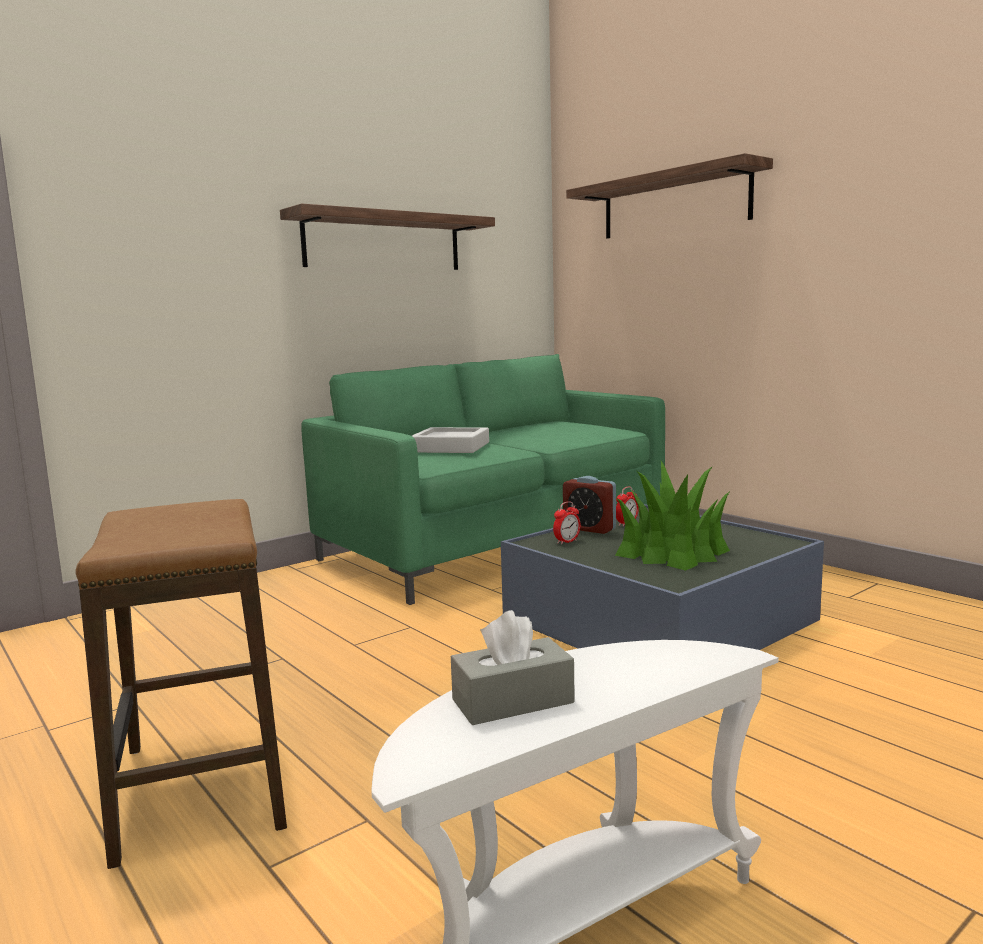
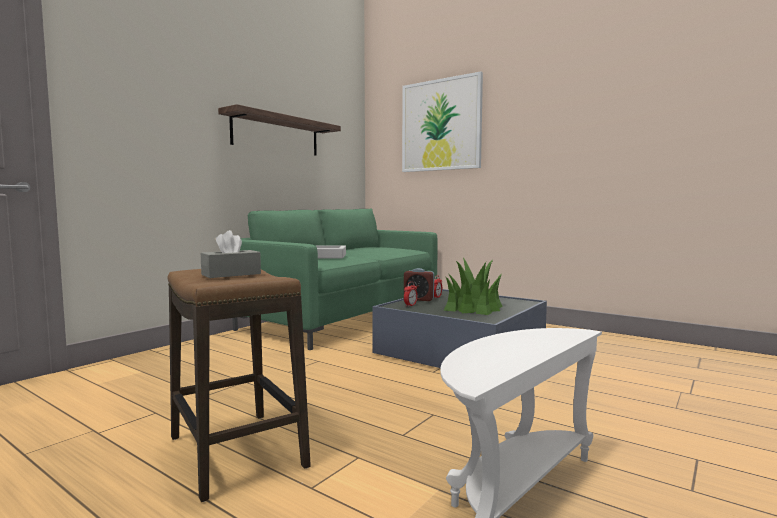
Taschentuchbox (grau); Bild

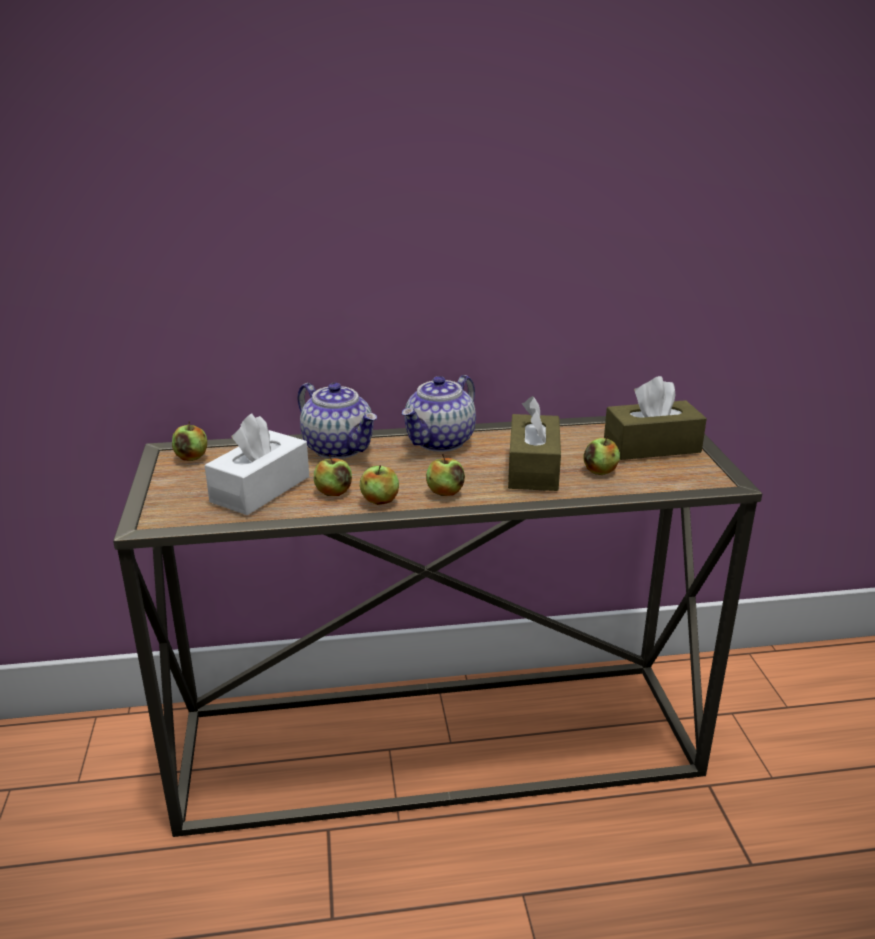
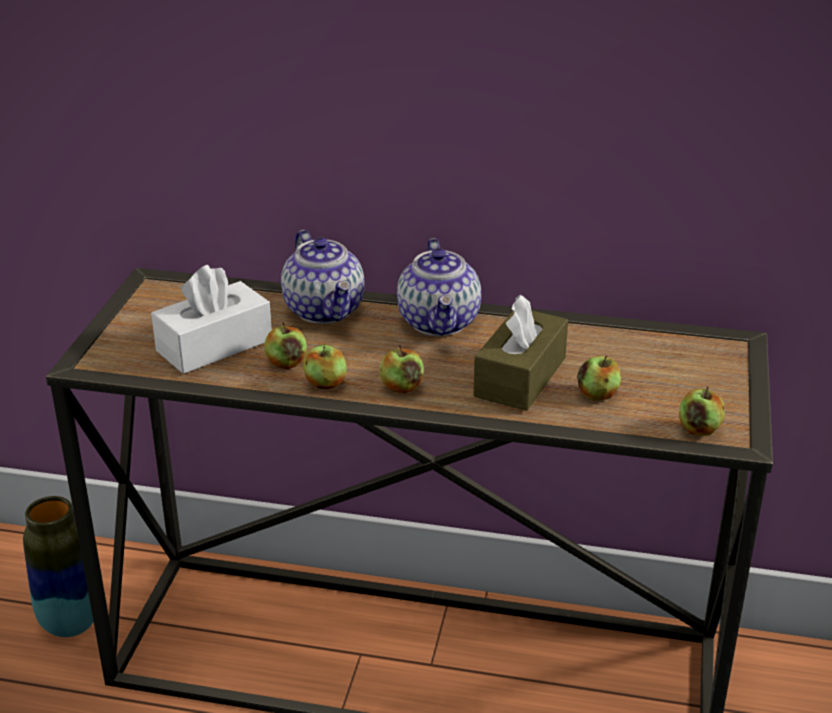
Apfel (5th from left); Teekanne (2nd from left); Taschentuchbox (braun) (2nd from left in the first image); Vase

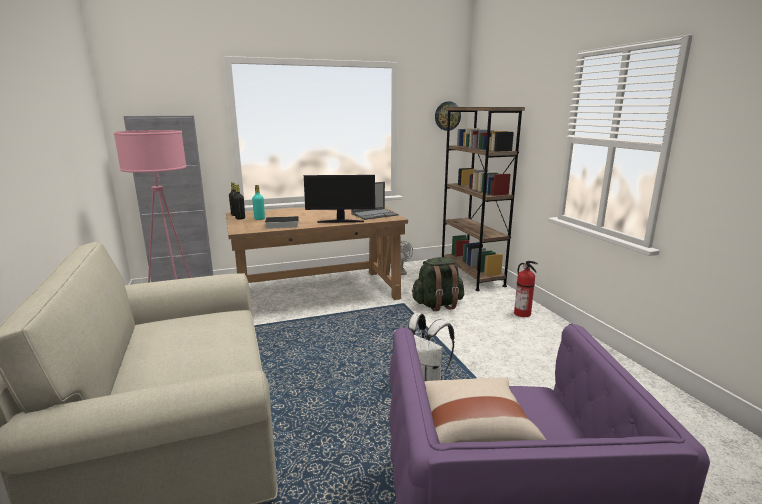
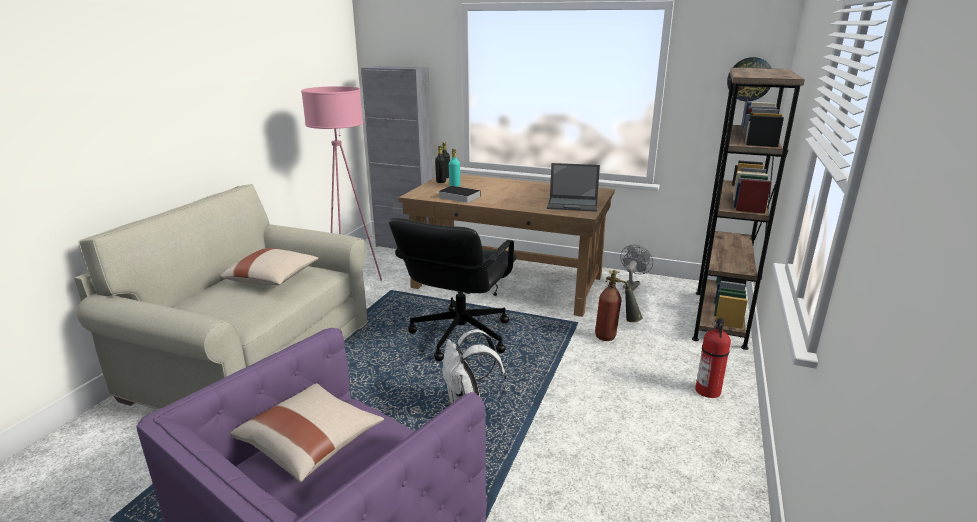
Monitor; Feuerlöscher (1st from left); Kissen (beige) (1st from left); Bürostuhl (schwarz)

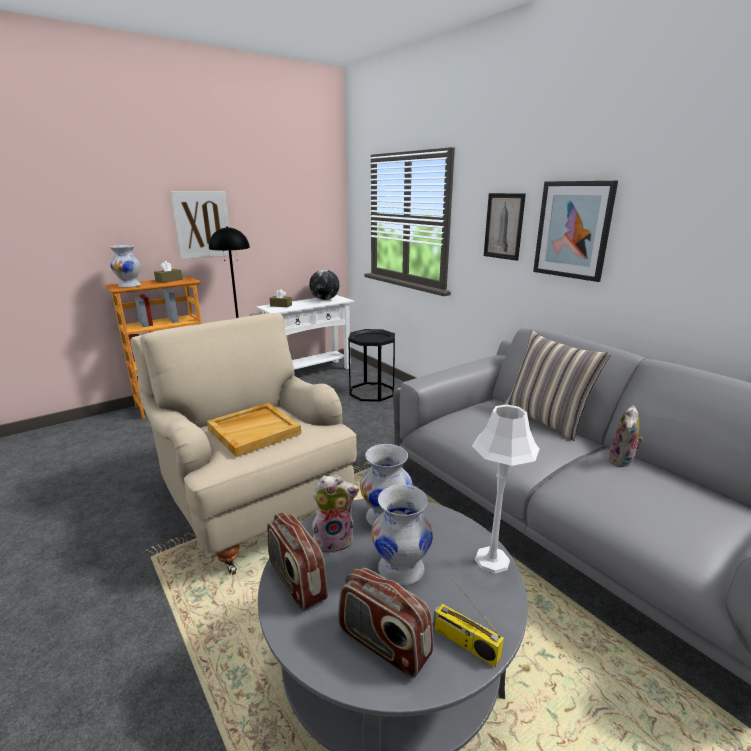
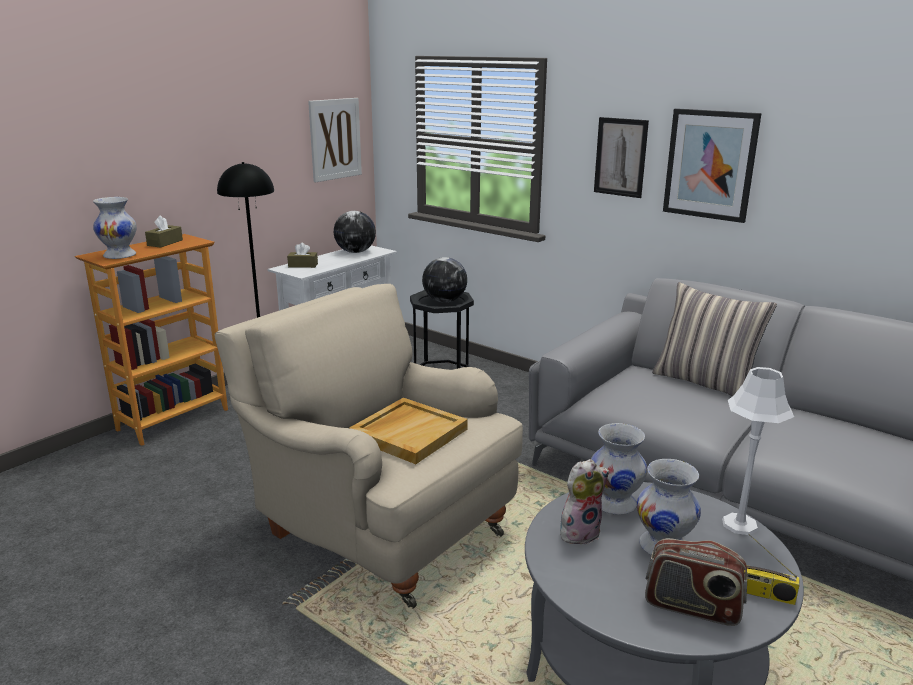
Bild (1st from left); Radio (1st from left in the first image); Plüschtier (2nd from left in the first image); Globus (2nd from left)

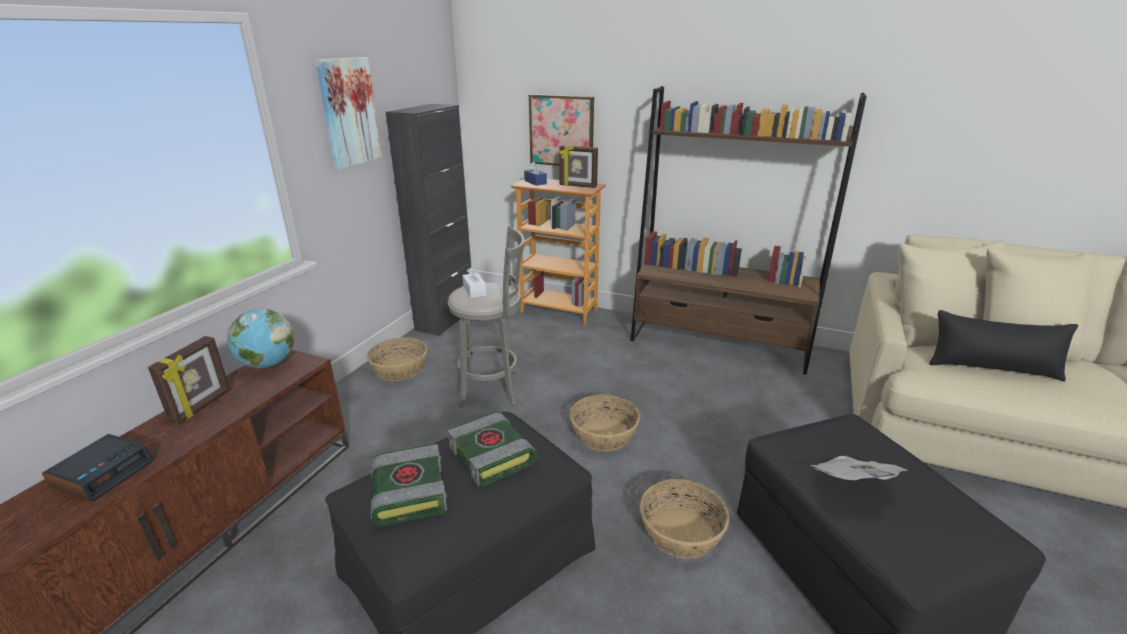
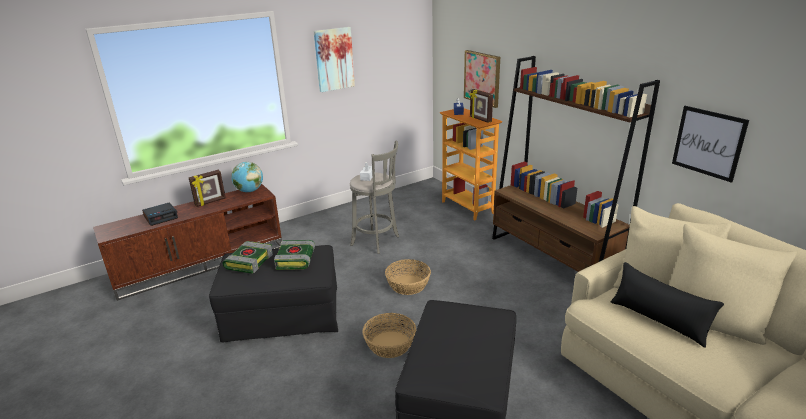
Korb (1st from left in the first image); Schrank (schwarz); Zeitung; Bild (3rd from left)

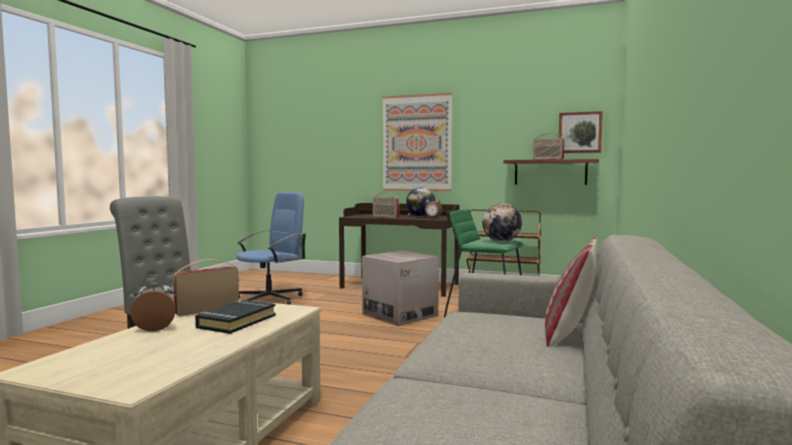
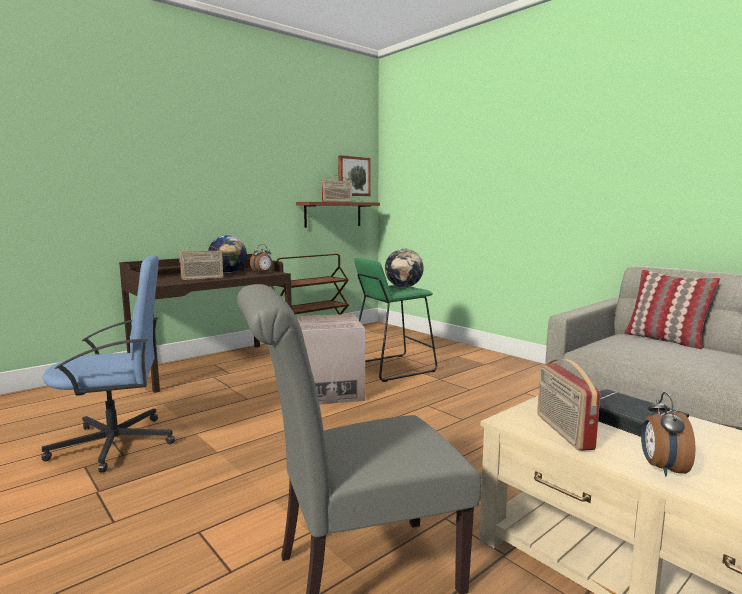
Bürostuhl (blau); Bild (1st from left in the first image)

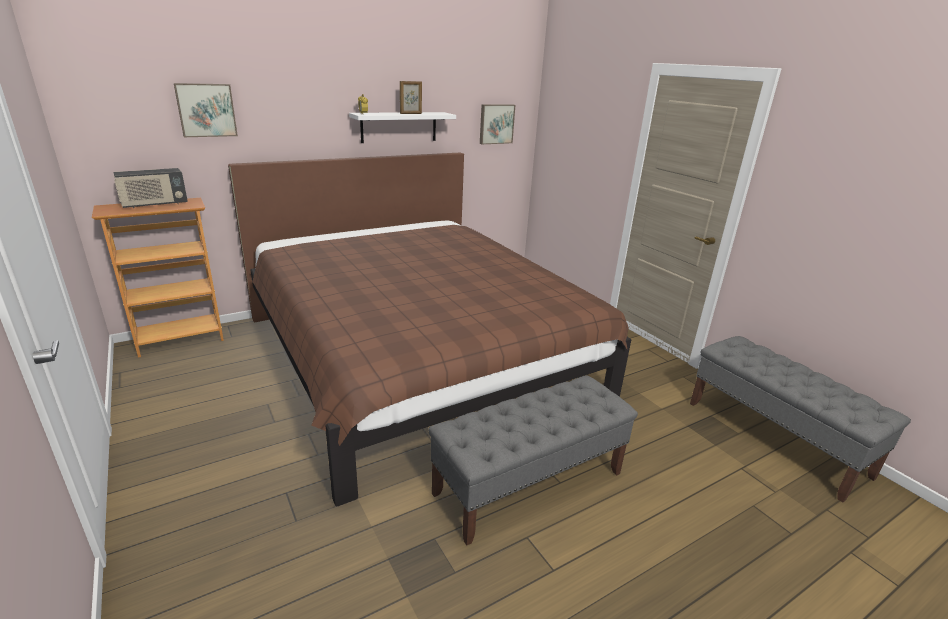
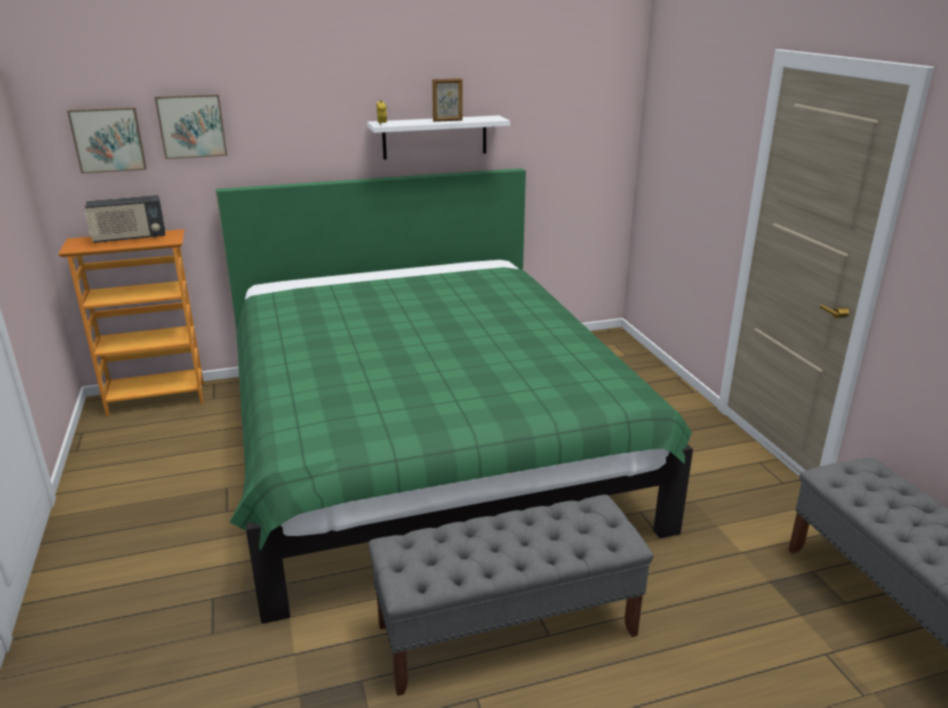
Bett (grün); Bild (1st from left)

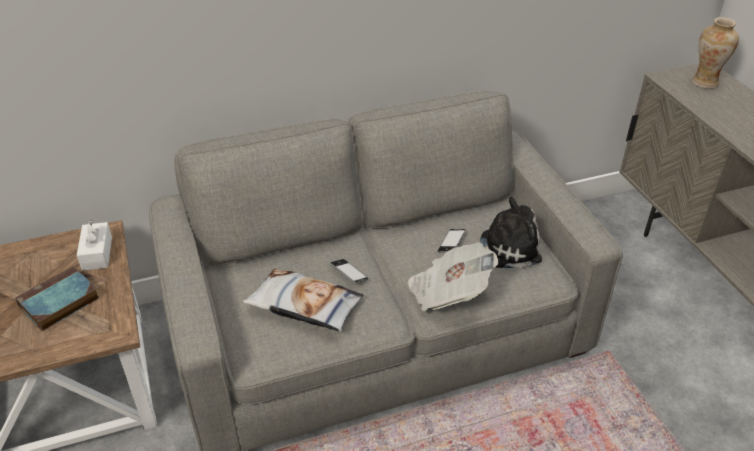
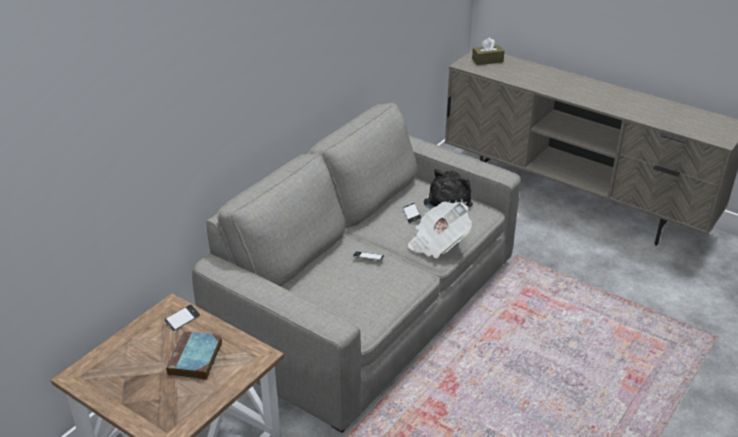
Handy (1st from left); Kissen; Taschentuchbox (braun)

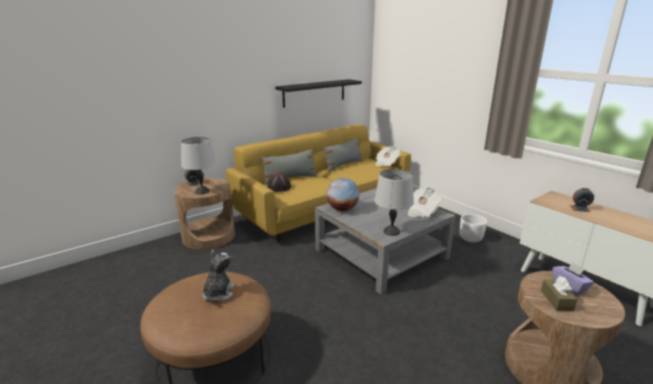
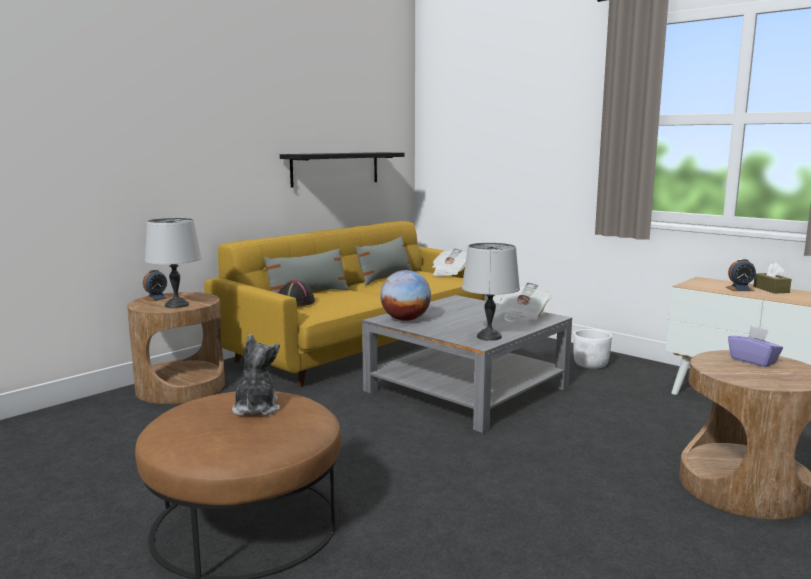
Taschentuchbox (braun)

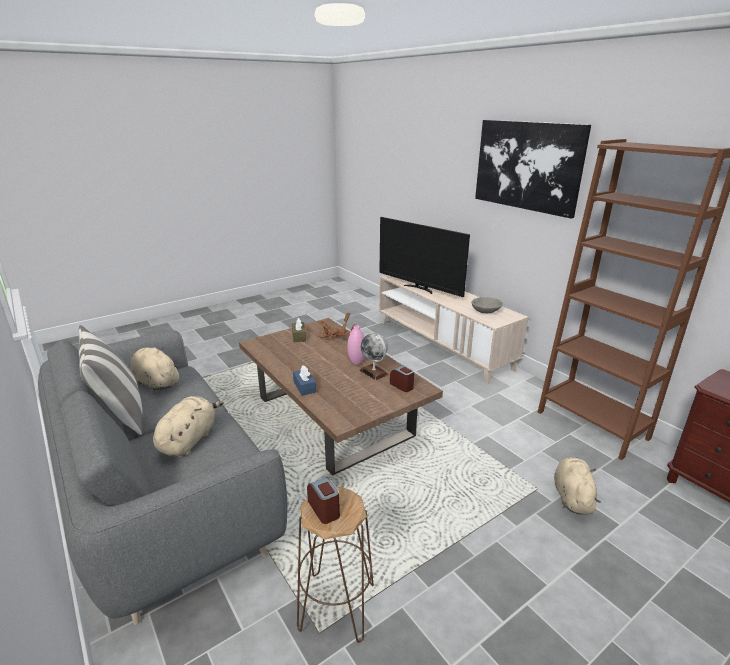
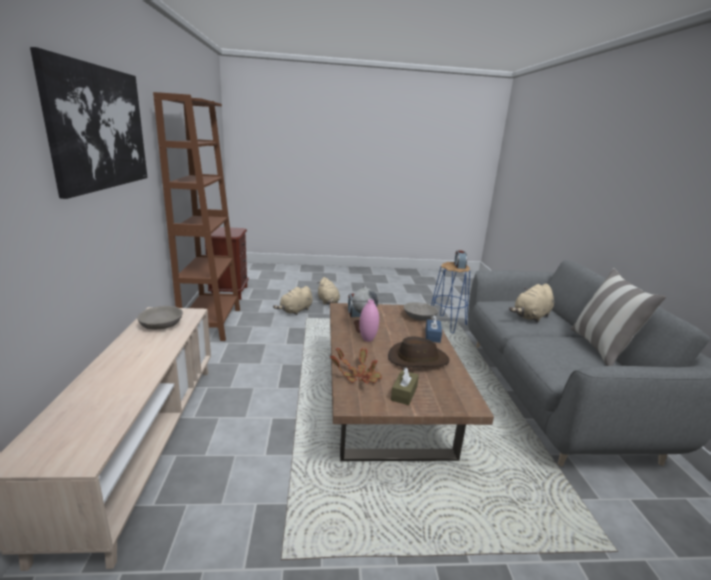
Plüschtier (beige) (2nd from left); Hocker (blau); Fernseher; Hut (braun); Schüssel (grau) (2nd from left)

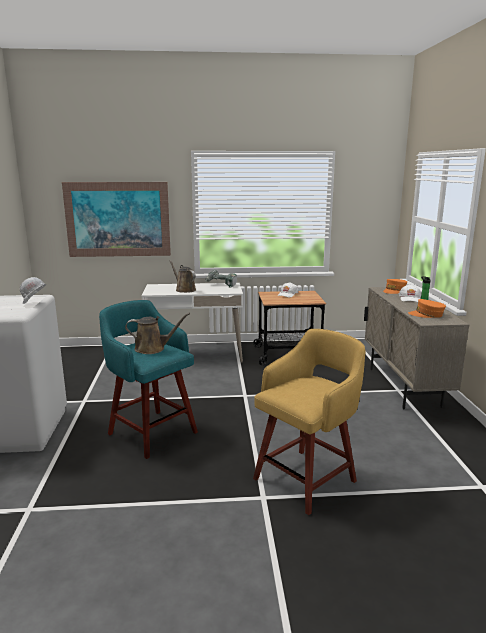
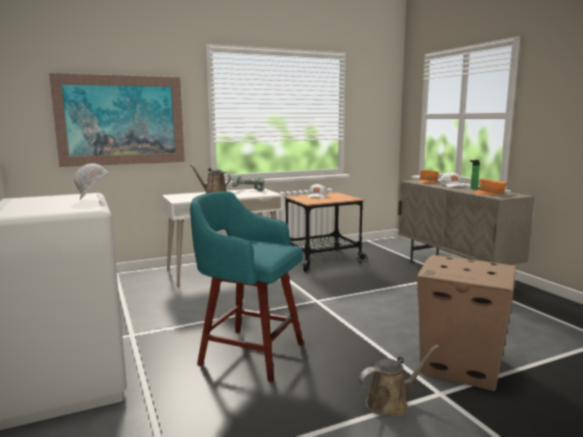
Gießkanne (braun) (2nd from left); Karton

